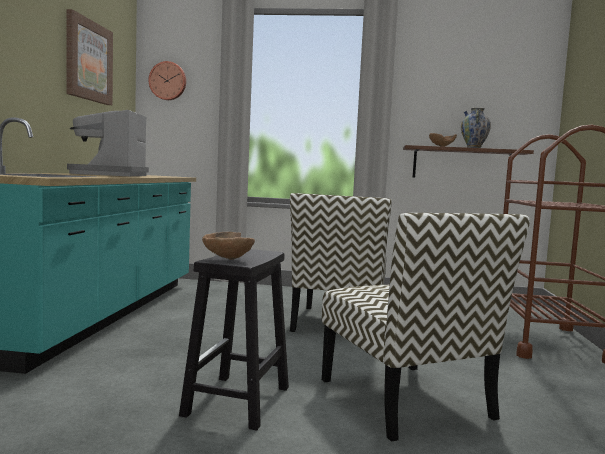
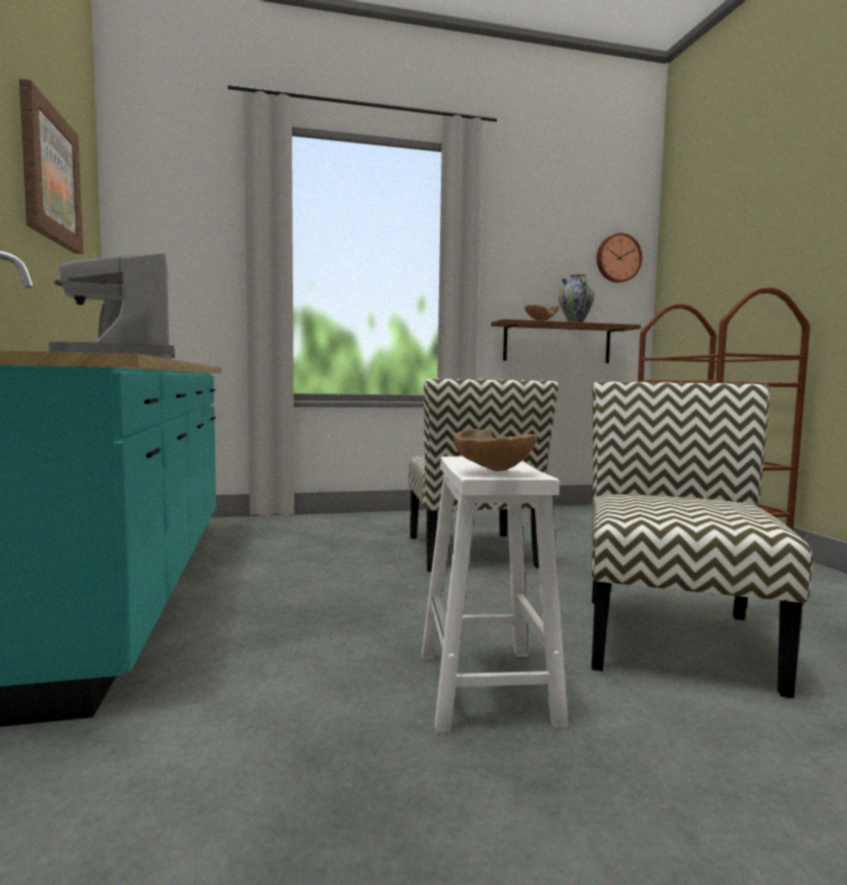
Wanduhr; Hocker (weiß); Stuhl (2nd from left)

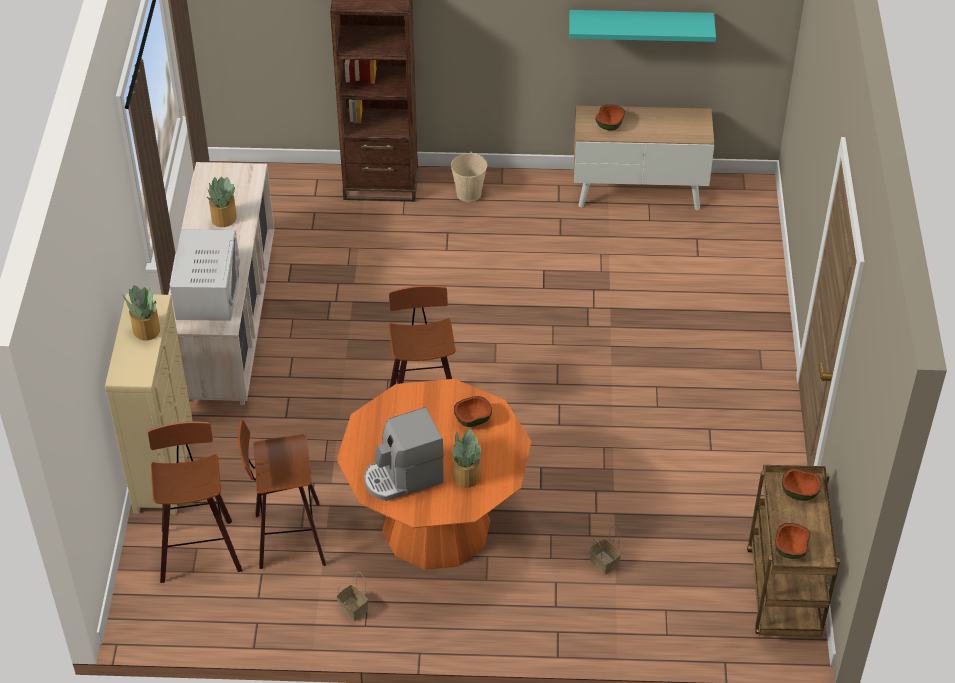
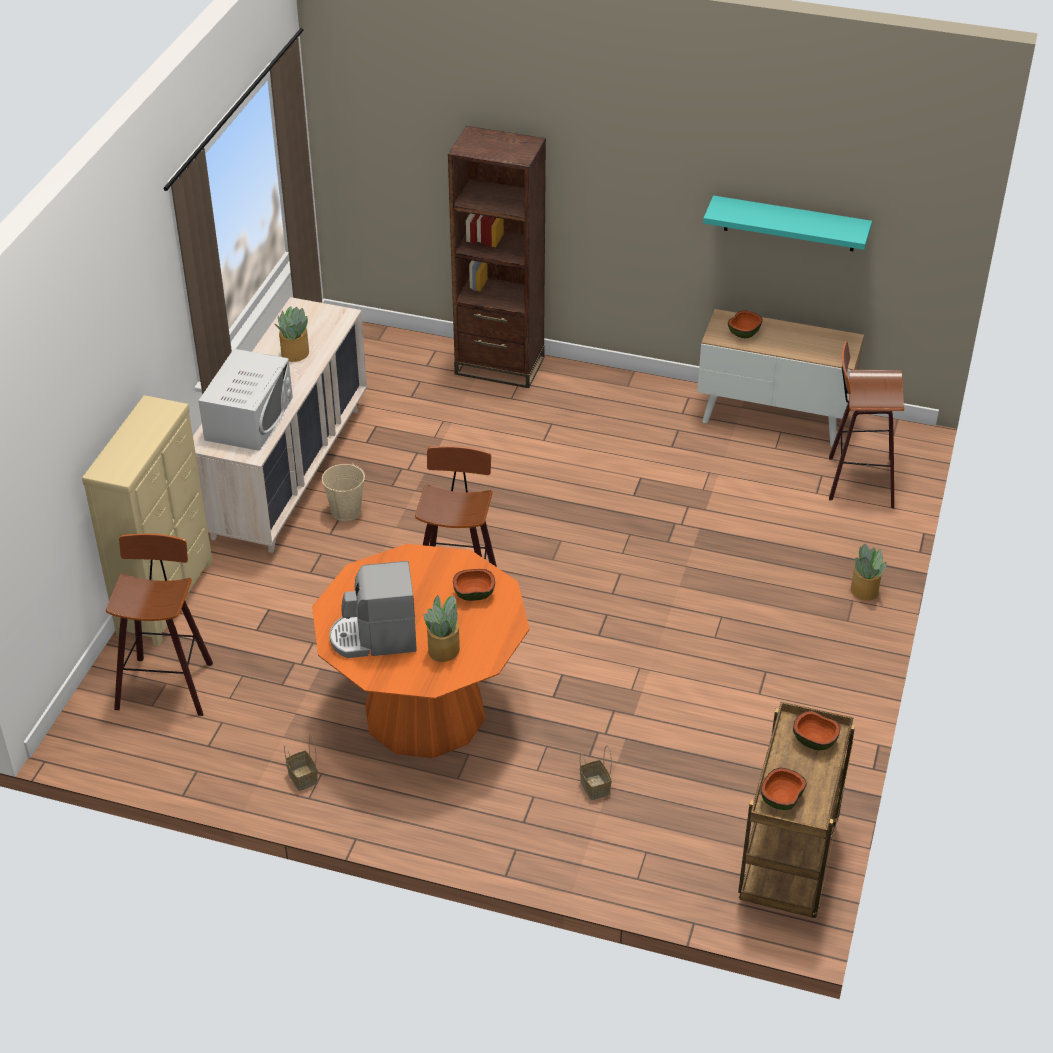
Topfpflanze (3rd from left); Hocker (3rd from left); Eimer (beige)

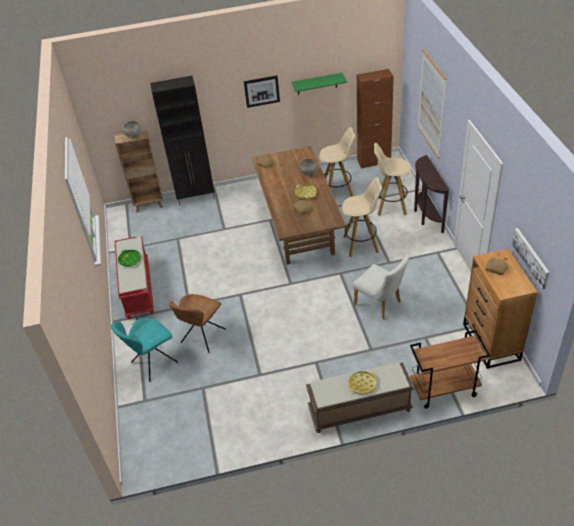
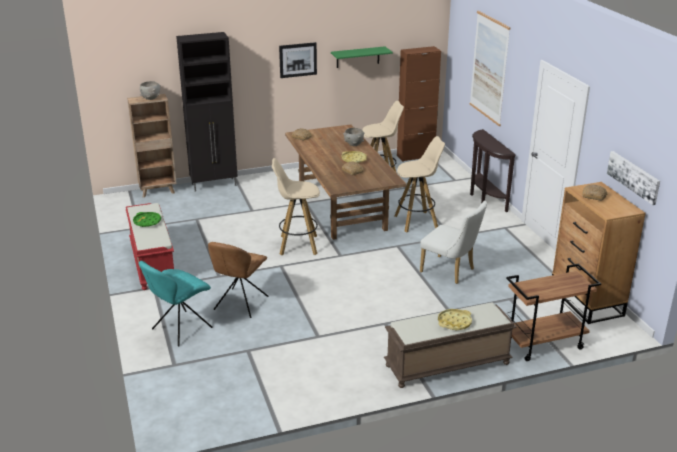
Hocker (beige) (1st from left)

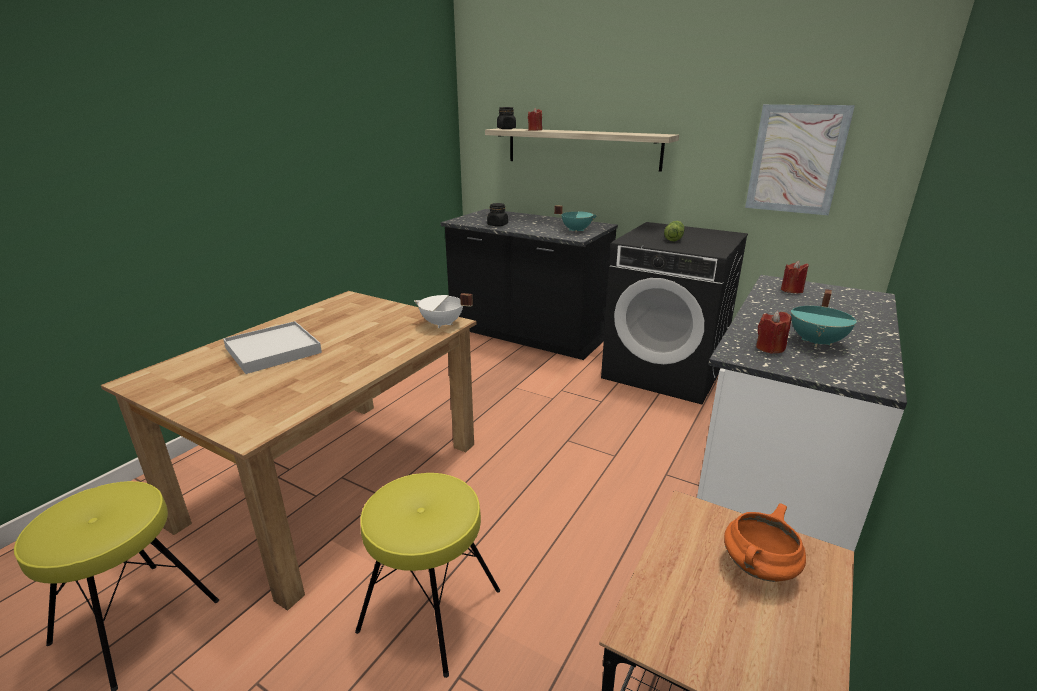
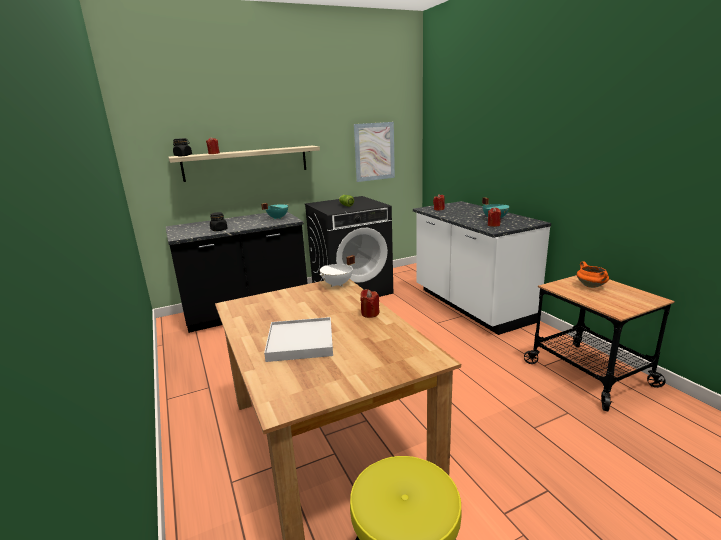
Hocker (gelb) (2nd from left in the first image); Kerze (rot) (2nd from left)

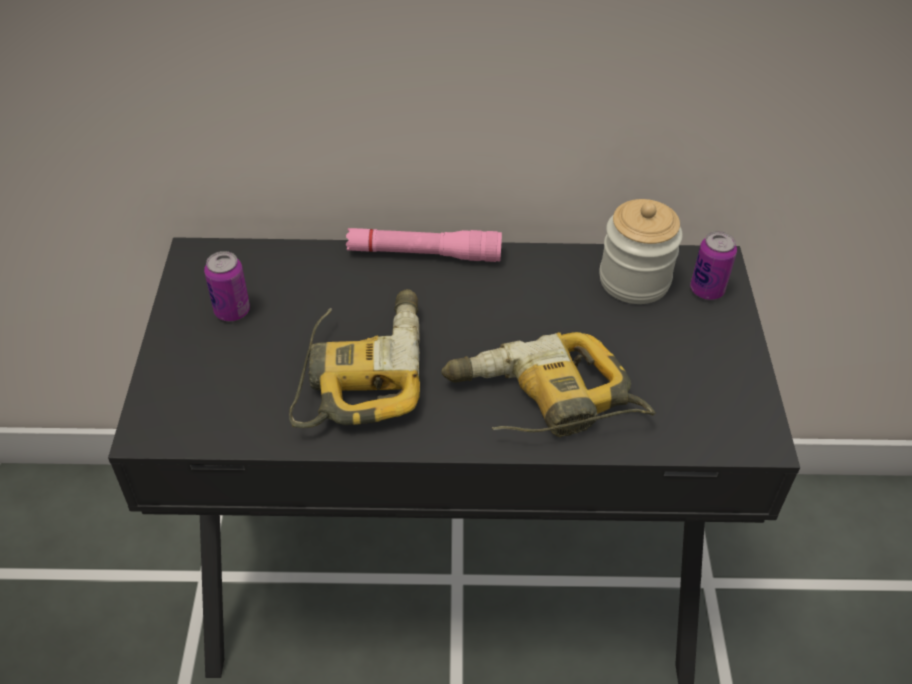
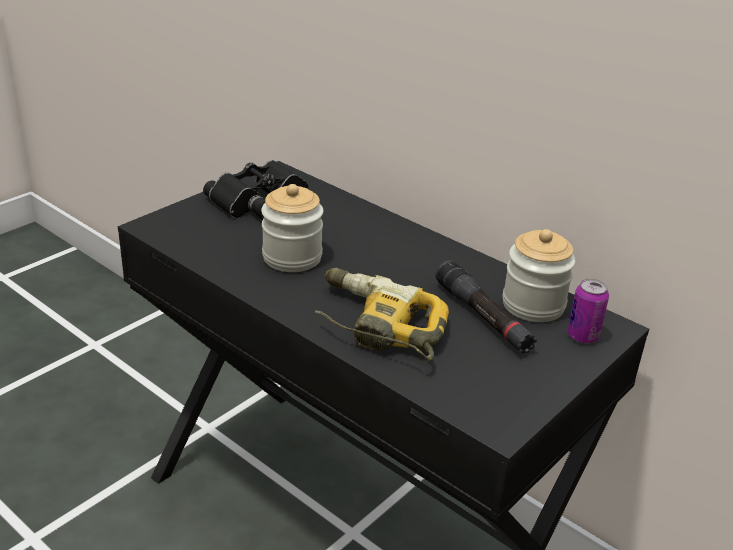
Fernglas (schwarz); Vorratsglas (1st from left); Taschenlampe (rosa); Taschenlampe (schwarz)

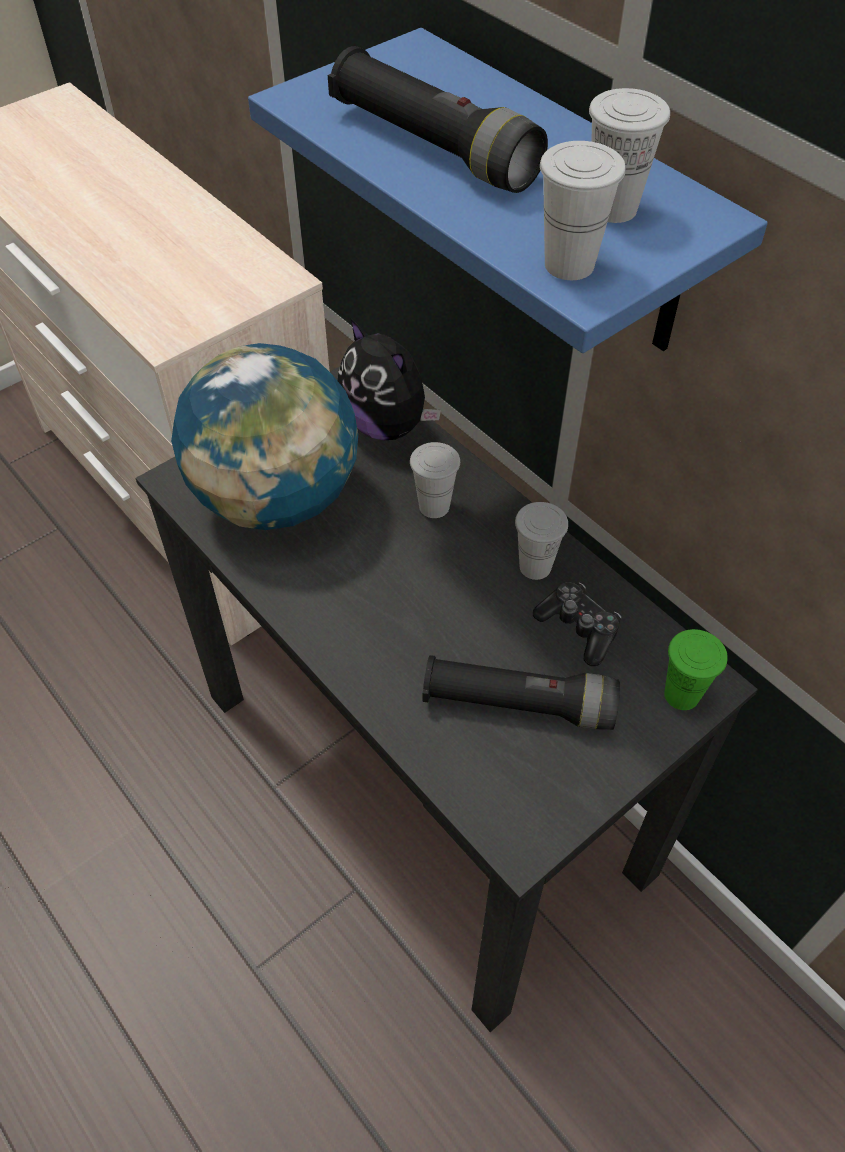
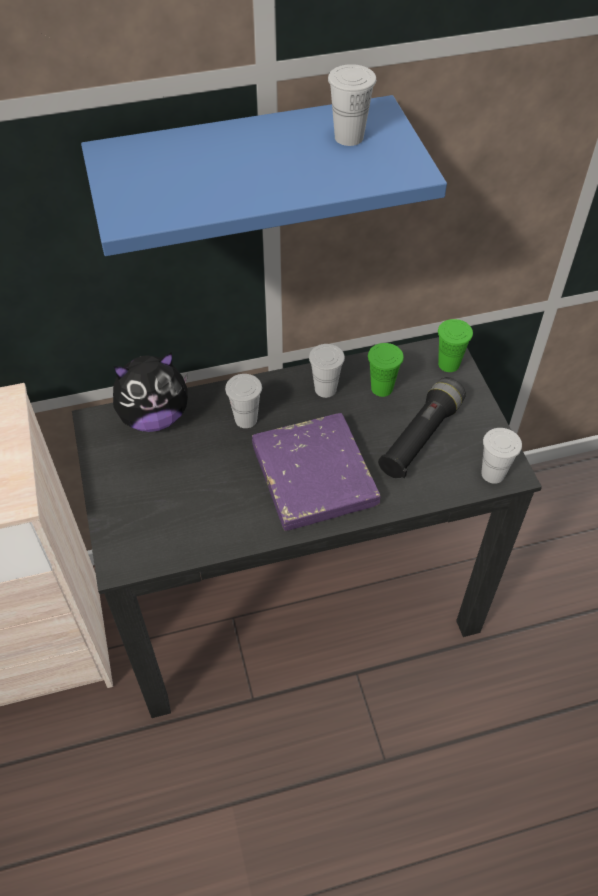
Globus; Taschenlampe (schwarz) (1st from left in the first image); Tasse (grün) (1st from left); Tasse (weiß) (4th from left); Buch (lila)

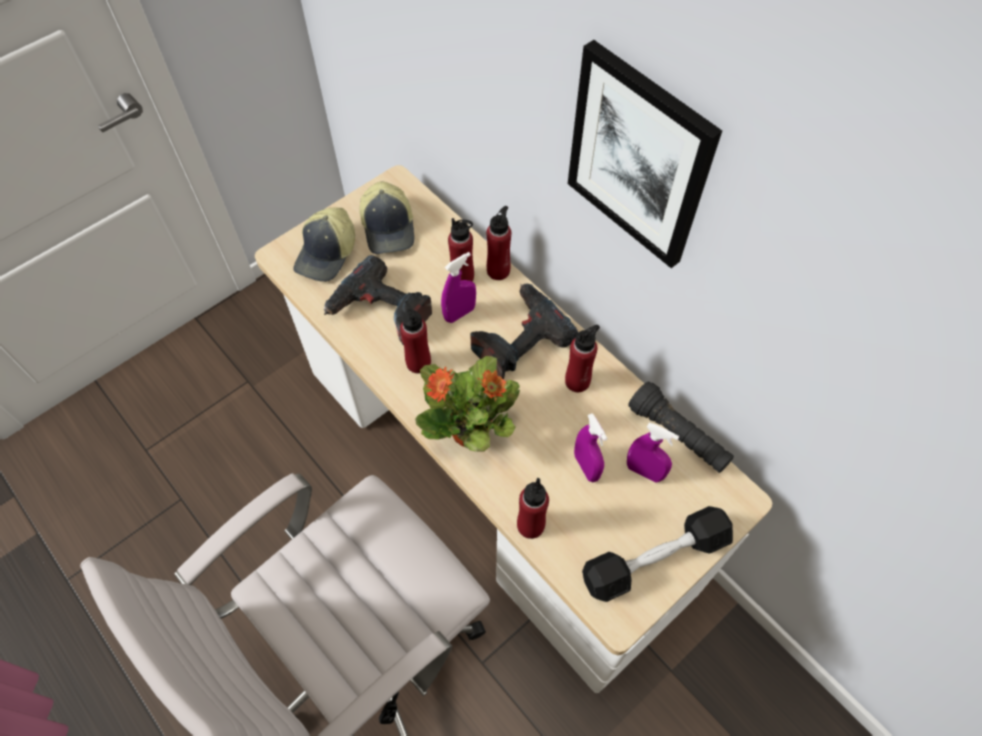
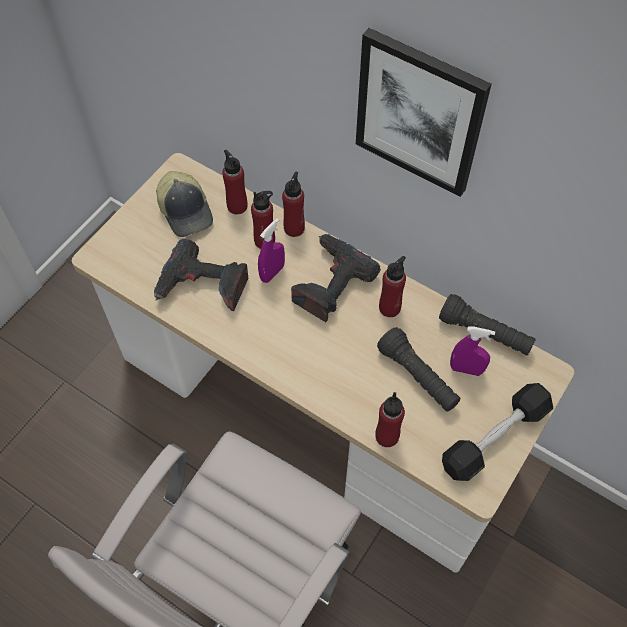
Kappe (1st from left in the first image); Flasche (rot) (1st from left); Topfpflanze; Taschenlampe (schwarz) (1st from left)

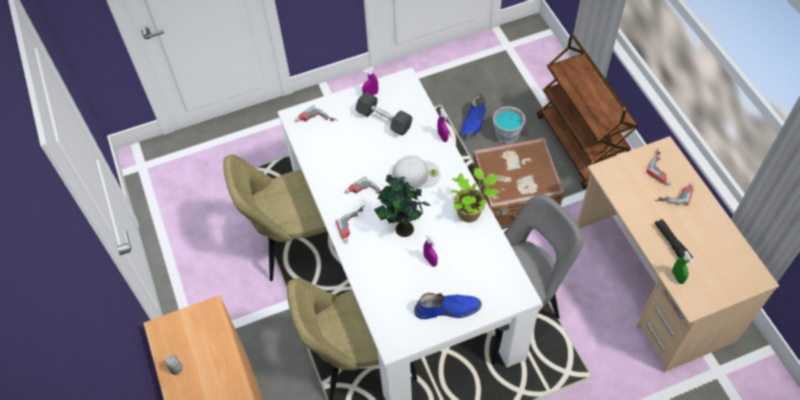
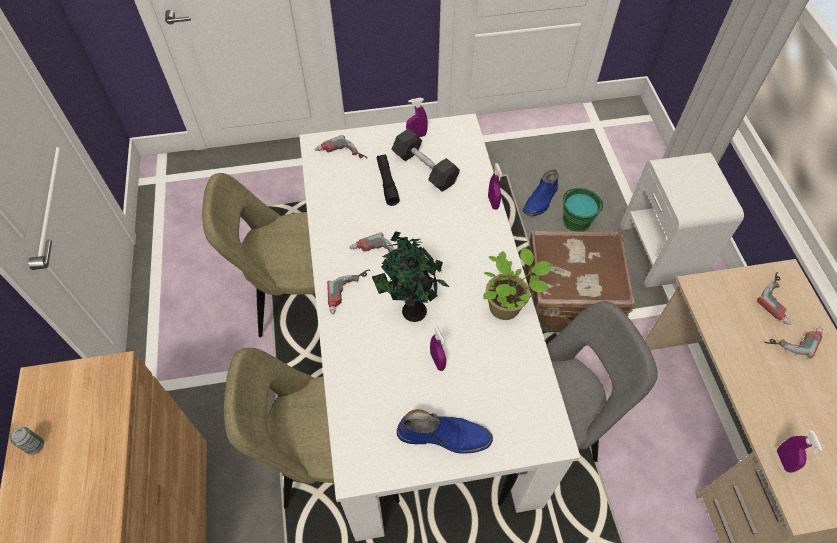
Kappe (weiß); Eimer (grün); Nachttisch (weiß); Taschenlampe (schwarz); Sprühflasche (lila) (4th from left)

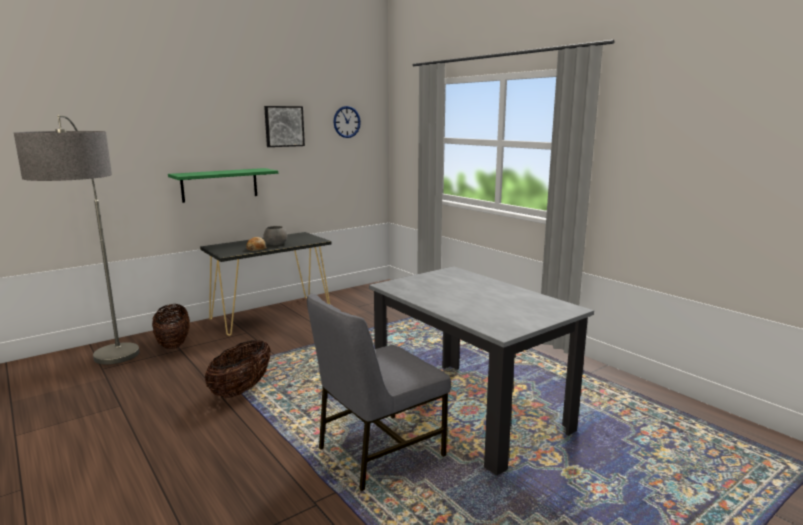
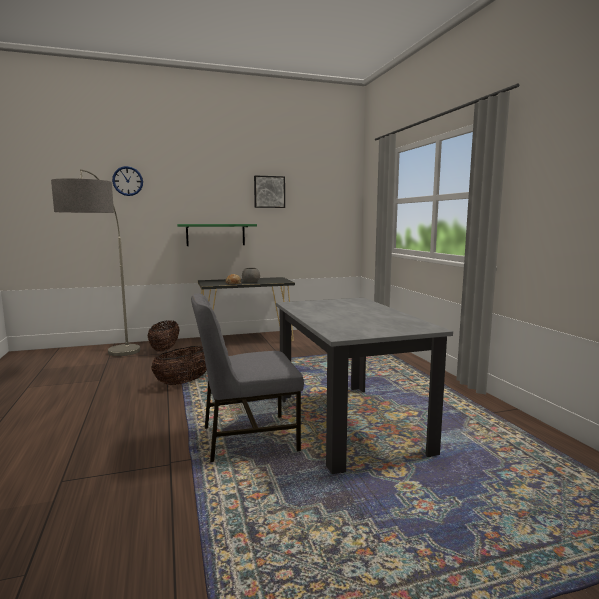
Wanduhr

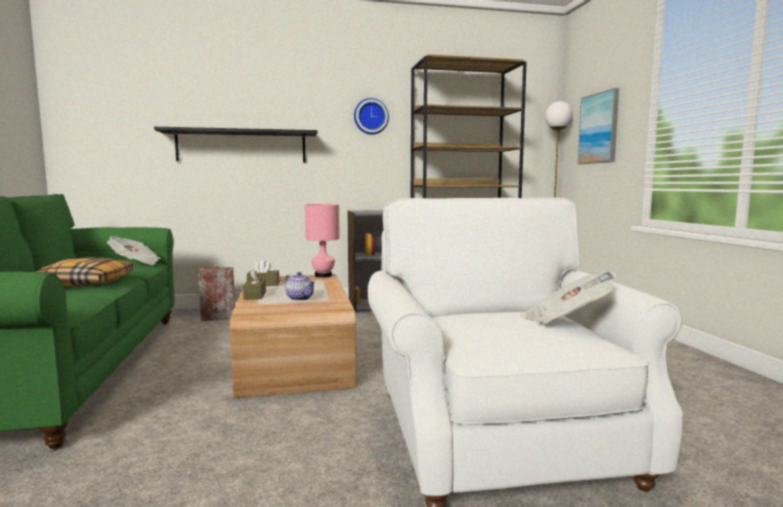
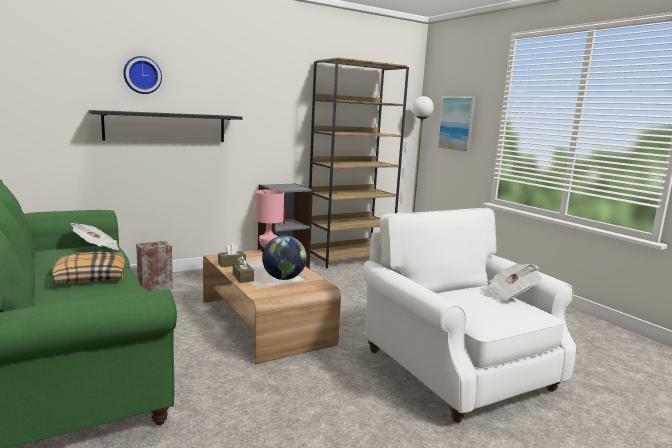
Globus; Wanduhr

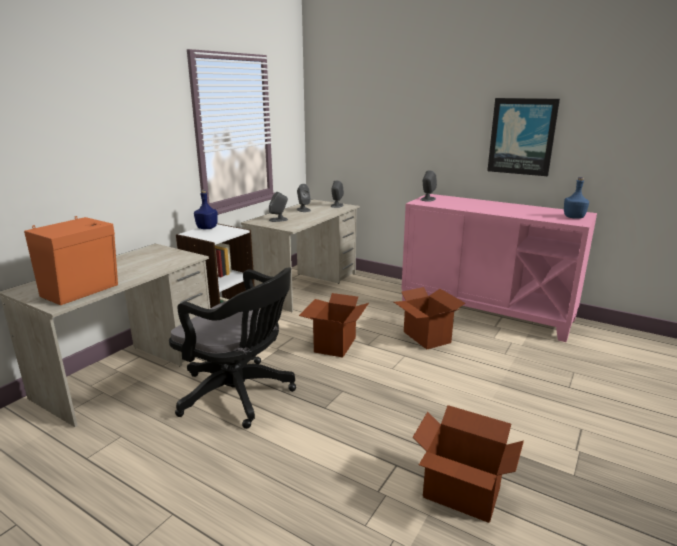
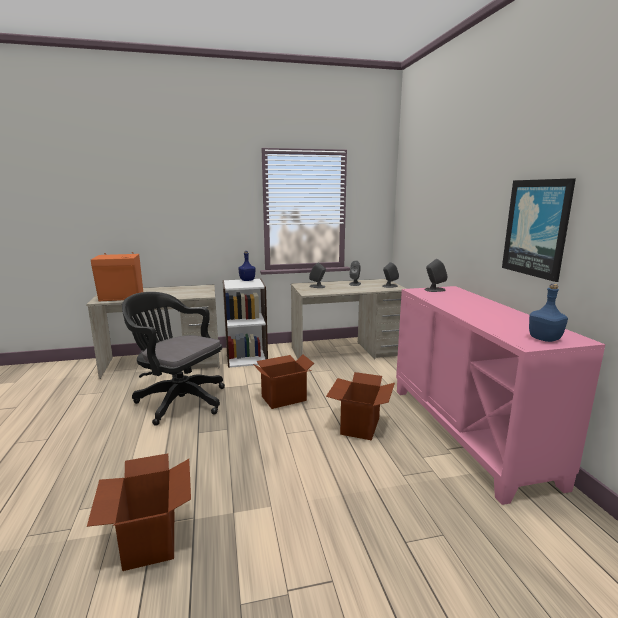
Bürostuhl (schwarz)

